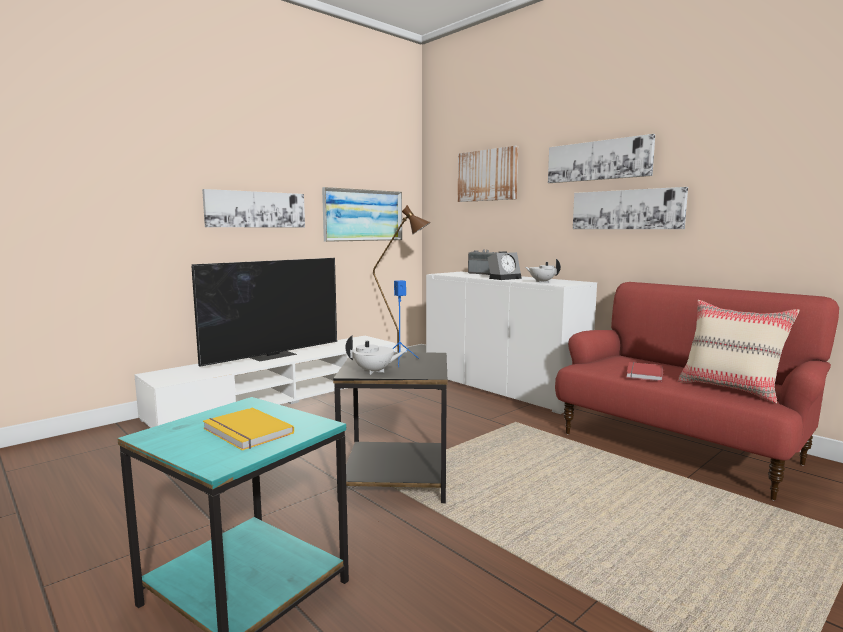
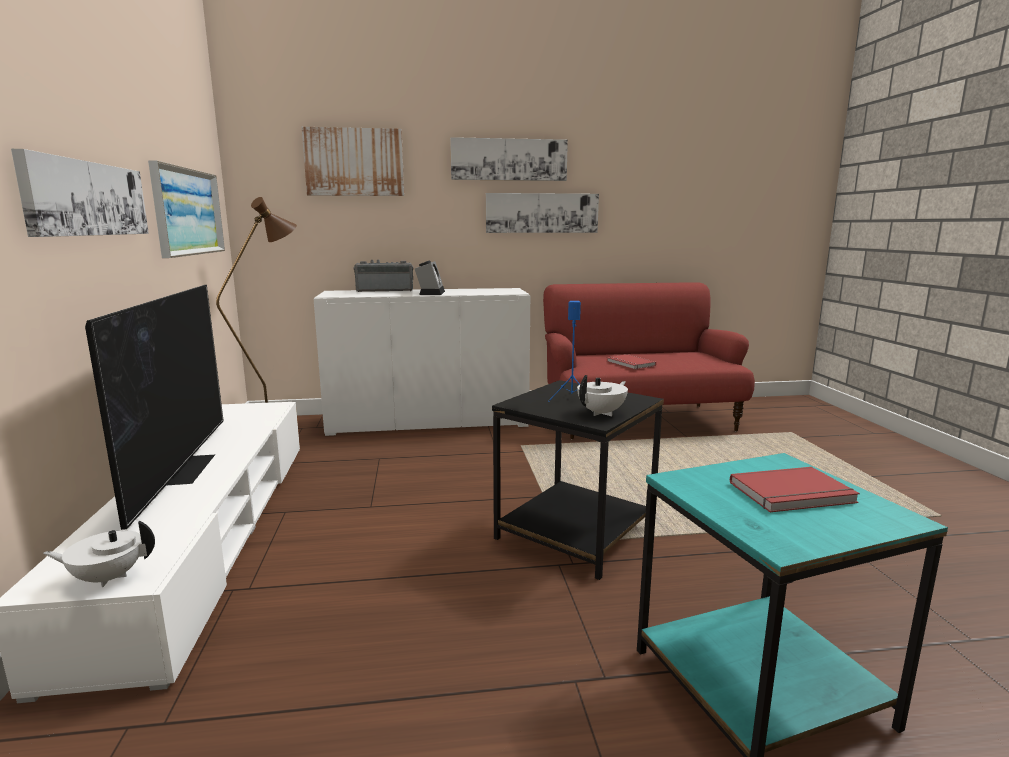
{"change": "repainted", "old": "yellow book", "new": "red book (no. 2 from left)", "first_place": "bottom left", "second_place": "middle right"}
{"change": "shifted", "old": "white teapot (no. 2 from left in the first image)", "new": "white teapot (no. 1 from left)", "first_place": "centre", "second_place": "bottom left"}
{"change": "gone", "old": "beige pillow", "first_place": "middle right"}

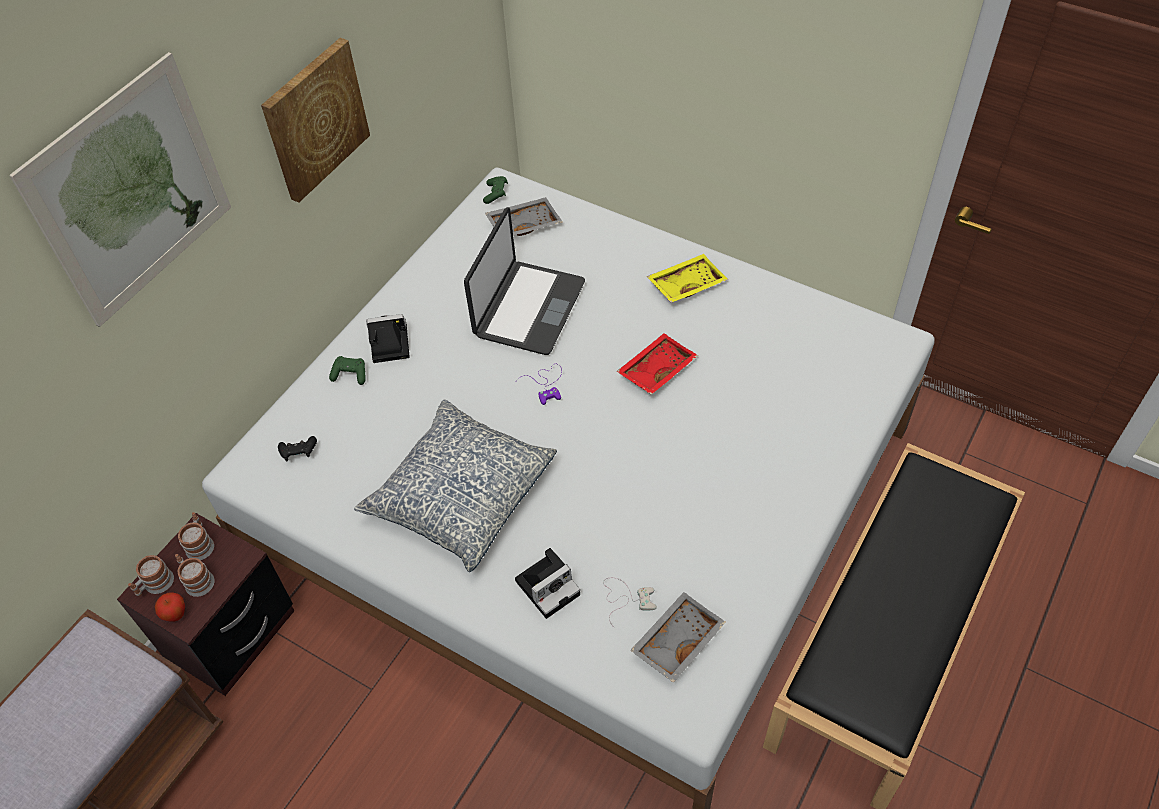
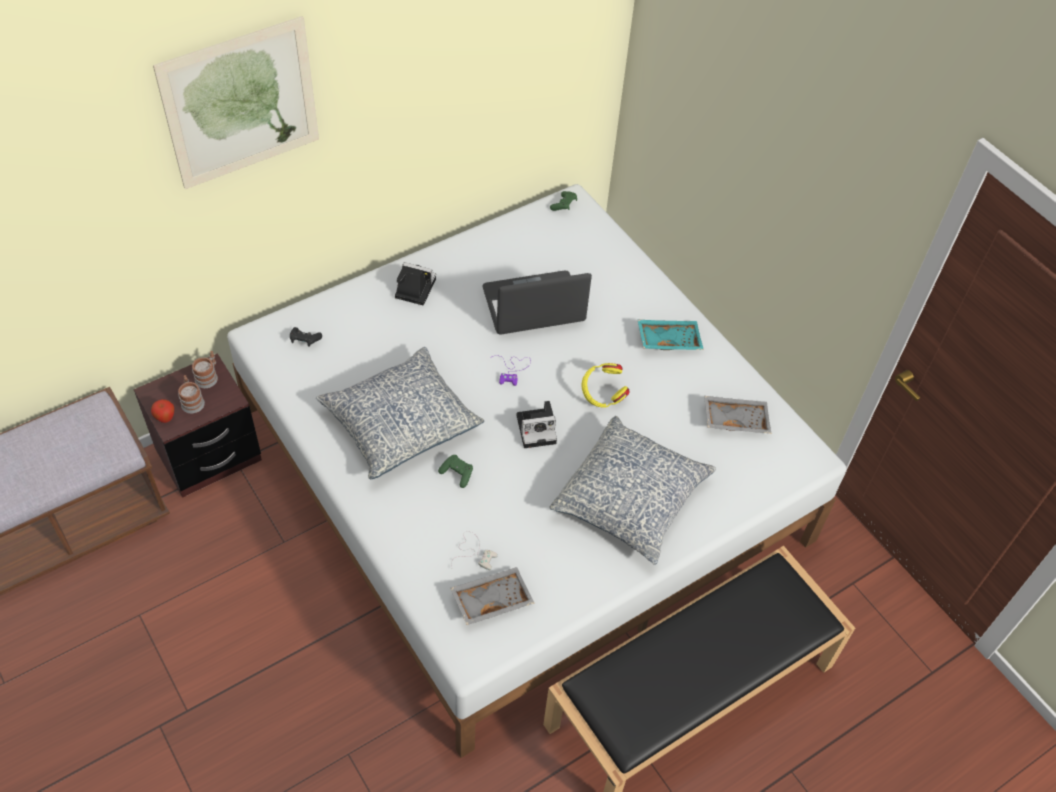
{"change": "gone", "old": "mug (no. 1 from left)", "first_place": "bottom left"}
{"change": "gone", "old": "picture (no. 2 from left)", "first_place": "top left"}
{"change": "shifted", "old": "green game controller (no. 1 from left)", "first_place": "middle left", "second_place": "centre"}
{"change": "rotated", "old": "laptop", "first_place": "centre", "second_place": "centre", "degrees": -150}
{"change": "shifted", "old": "grey tray (no. 1 from left in the first image)", "new": "grey tray (no. 2 from left)", "first_place": "top centre", "second_place": "middle right"}
{"change": "shifted", "old": "photo camera (no. 2 from left)", "first_place": "bottom centre", "second_place": "centre"}
{"change": "swapped", "old": "red tray", "new": "yellow headphones", "first_place": "centre", "second_place": "centre"}
{"change": "repainted", "old": "yellow tray", "new": "turquoise tray", "first_place": "centre", "second_place": "centre"}
{"change": "new", "new": "pillow (no. 2 from left)", "second_place": "centre"}

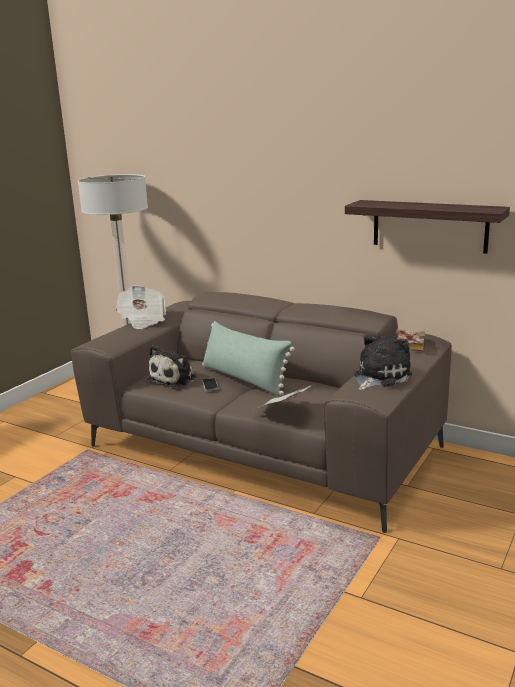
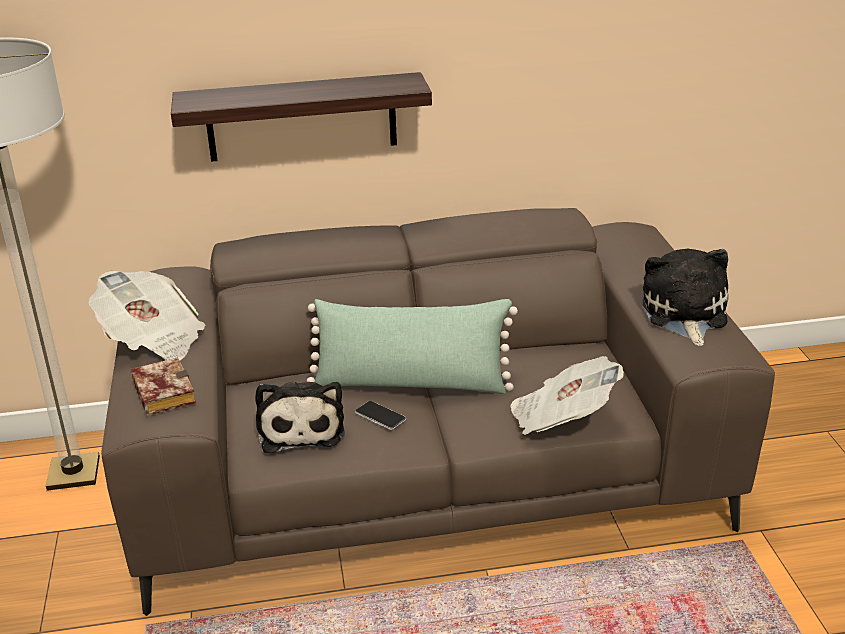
{"change": "shifted", "old": "shelf", "first_place": "top right", "second_place": "top centre"}
{"change": "shifted", "old": "book", "first_place": "middle right", "second_place": "middle left"}

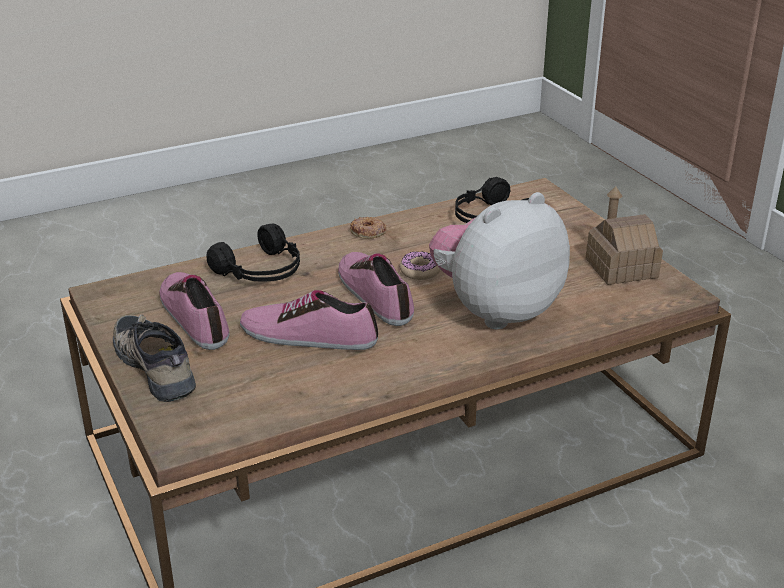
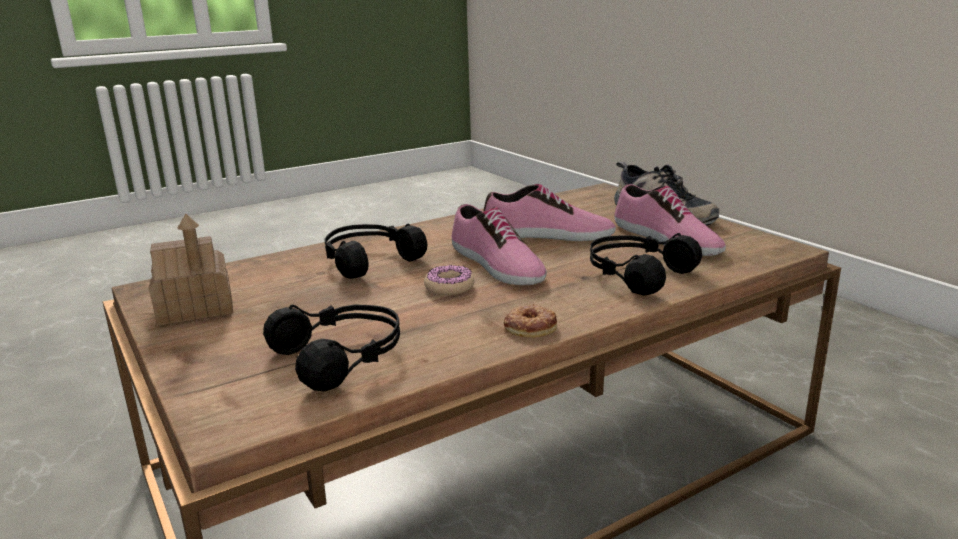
{"change": "swapped", "old": "plush toy", "new": "black headphones (no. 2 from left)", "first_place": "centre", "second_place": "centre"}

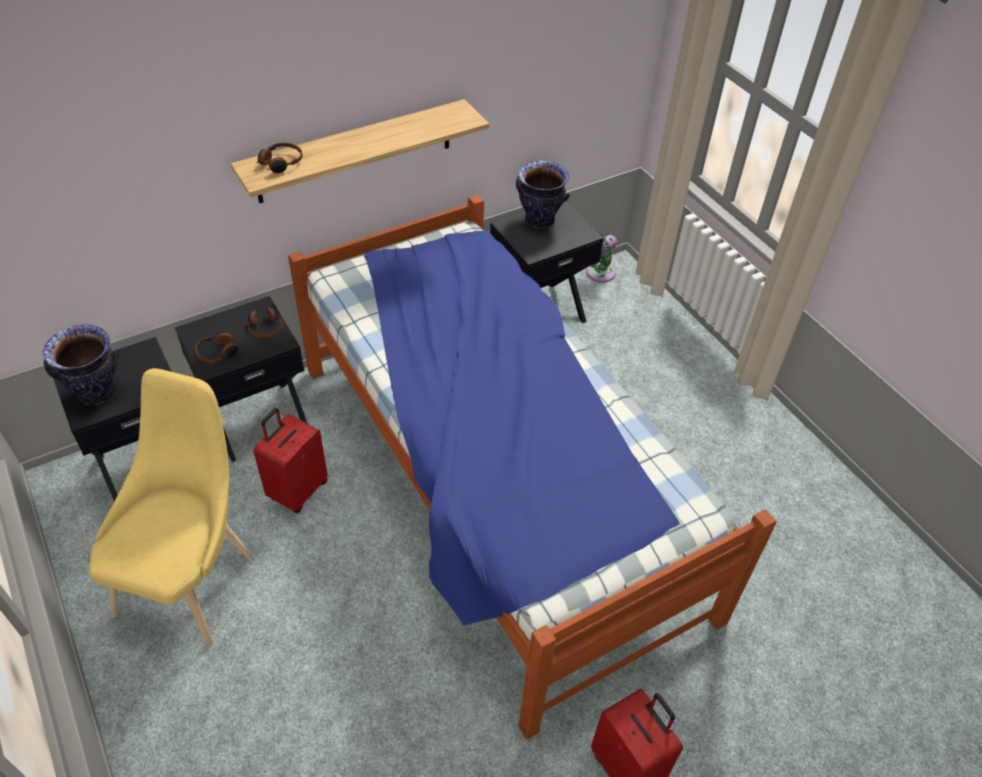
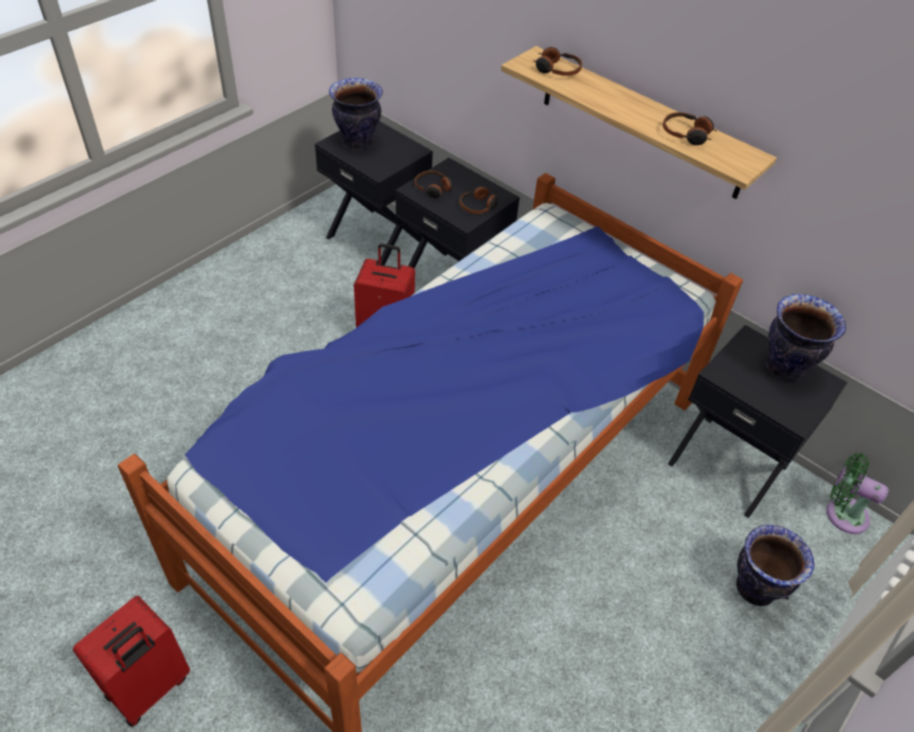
{"change": "gone", "old": "yellow chair", "first_place": "middle left"}
{"change": "new", "new": "headphones (no. 4 from left)", "second_place": "top right"}
{"change": "new", "new": "vase (no. 2 from left)", "second_place": "bottom right"}

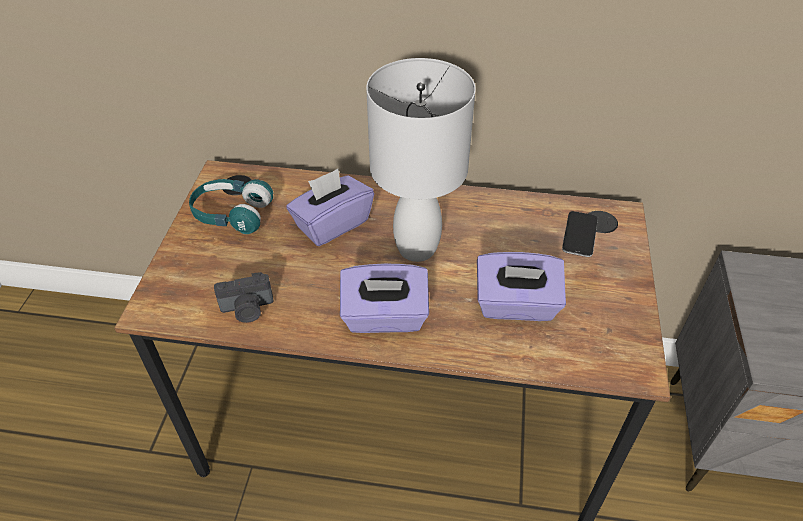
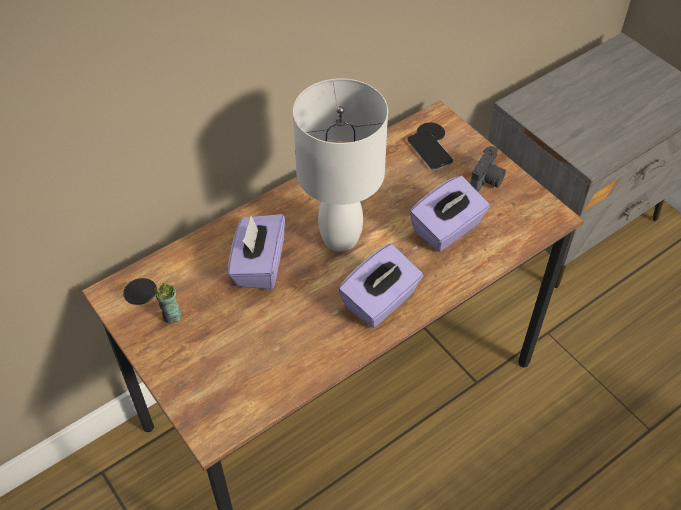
{"change": "swapped", "old": "turquoise headphones", "new": "cup", "first_place": "middle left", "second_place": "middle left"}
{"change": "shifted", "old": "photo camera", "first_place": "middle left", "second_place": "top right"}

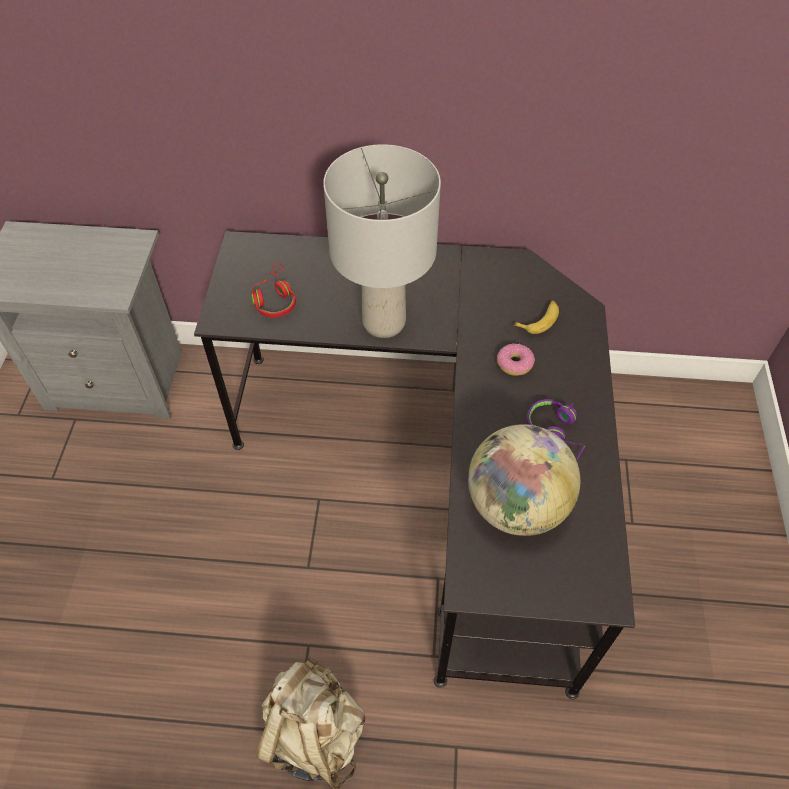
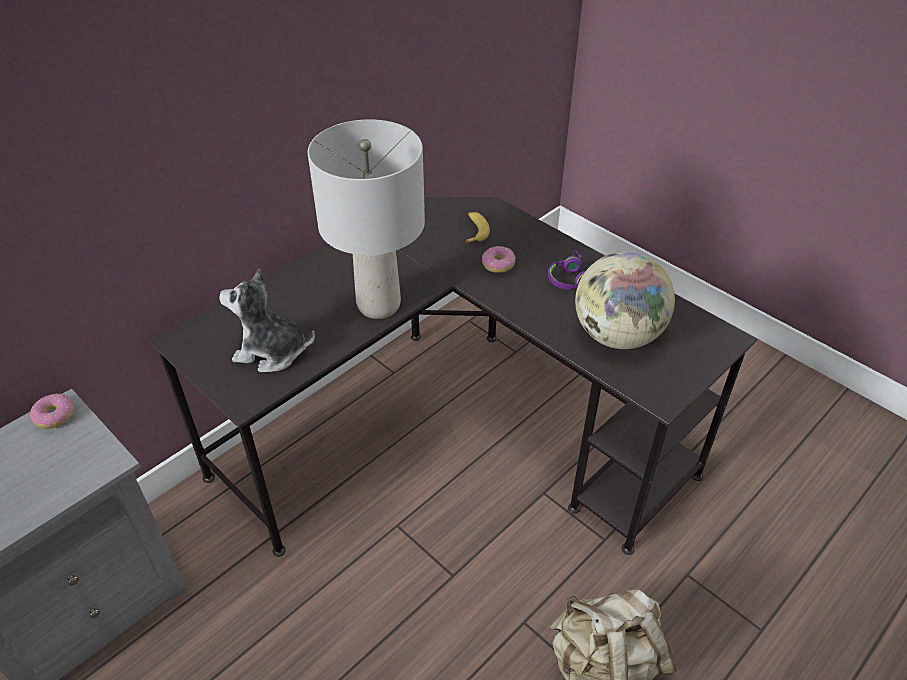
{"change": "swapped", "old": "red headphones", "new": "plush toy", "first_place": "centre", "second_place": "middle left"}
{"change": "new", "new": "donut (no. 1 from left)", "second_place": "middle left"}

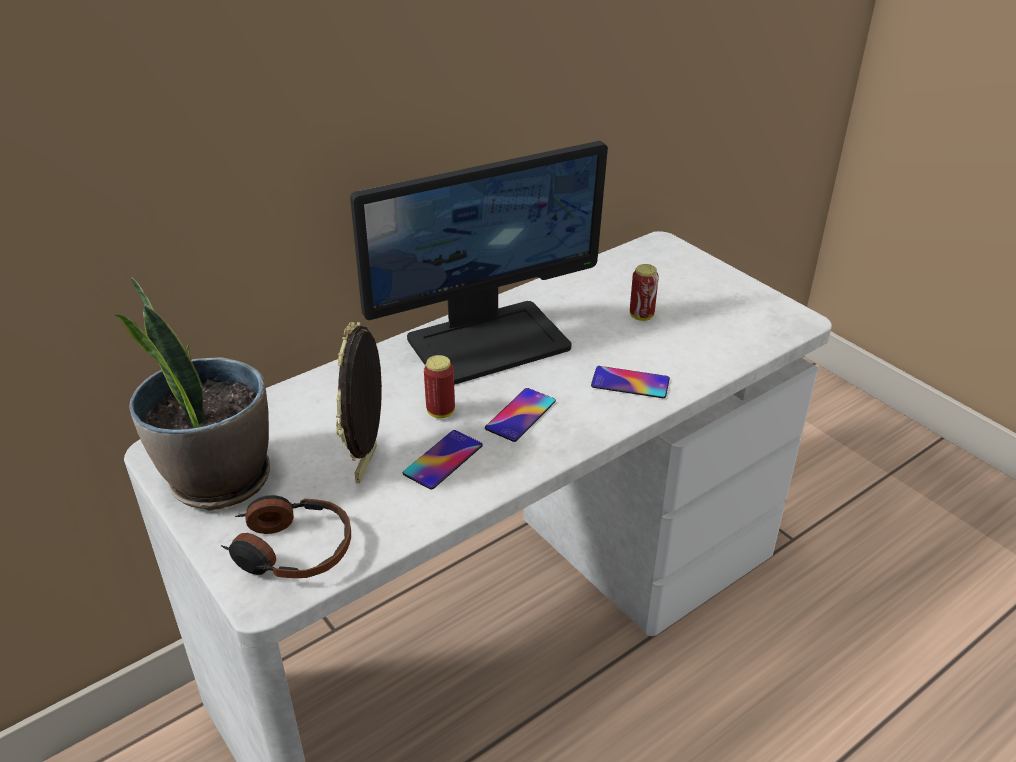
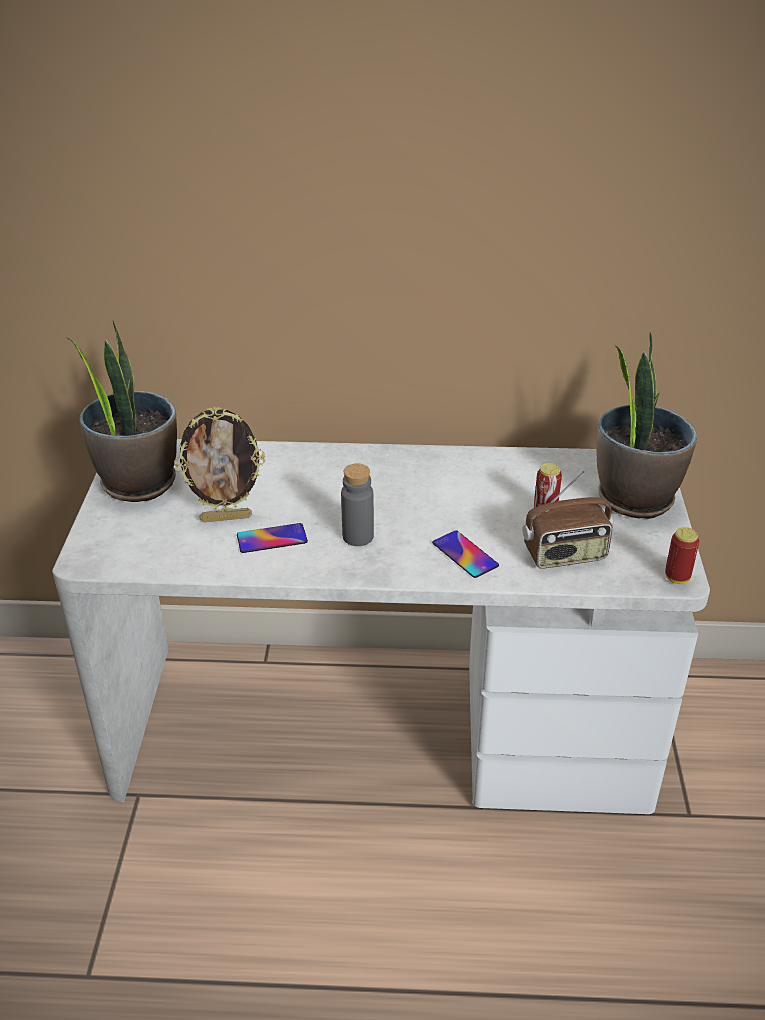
{"change": "gone", "old": "headphones", "first_place": "bottom left"}
{"change": "rotated", "old": "picture frame", "first_place": "centre", "second_place": "middle left", "degrees": -150}
{"change": "gone", "old": "monitor", "first_place": "centre"}
{"change": "shifted", "old": "can (no. 1 from left in the first image)", "new": "can (no. 2 from left)", "first_place": "centre", "second_place": "middle right"}
{"change": "swapped", "old": "phone (no. 2 from left)", "new": "grey bottle", "first_place": "centre", "second_place": "centre"}
{"change": "new", "new": "radio", "second_place": "middle right"}
{"change": "new", "new": "potted plant (no. 2 from left)", "second_place": "middle right"}

